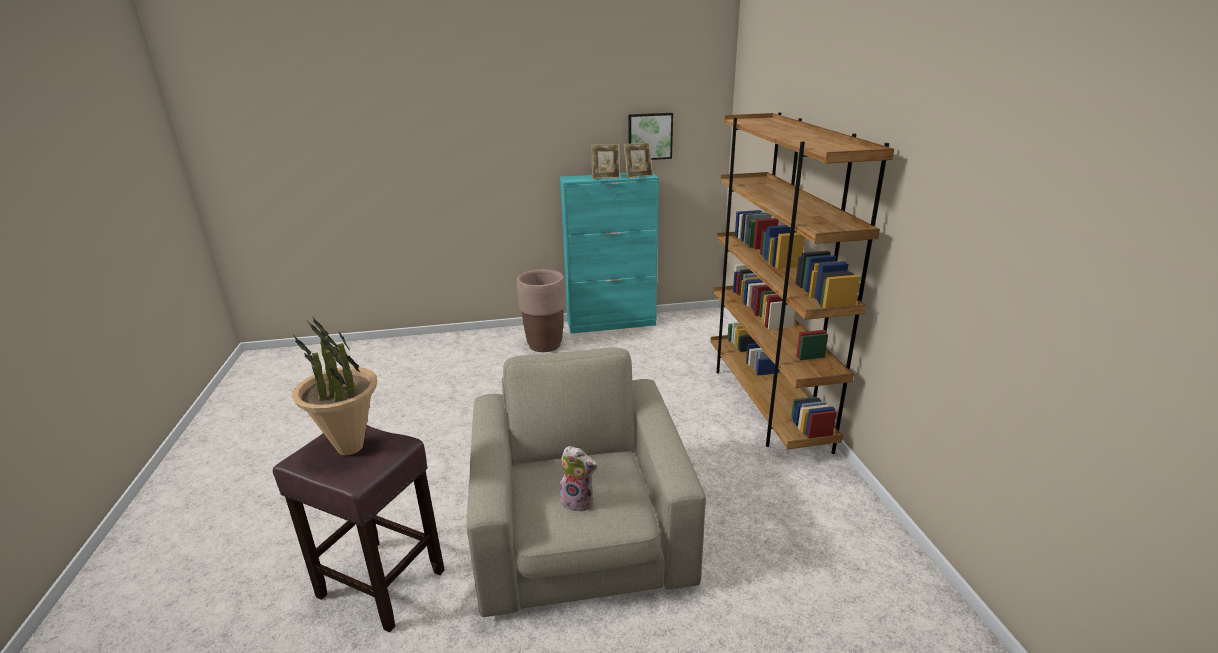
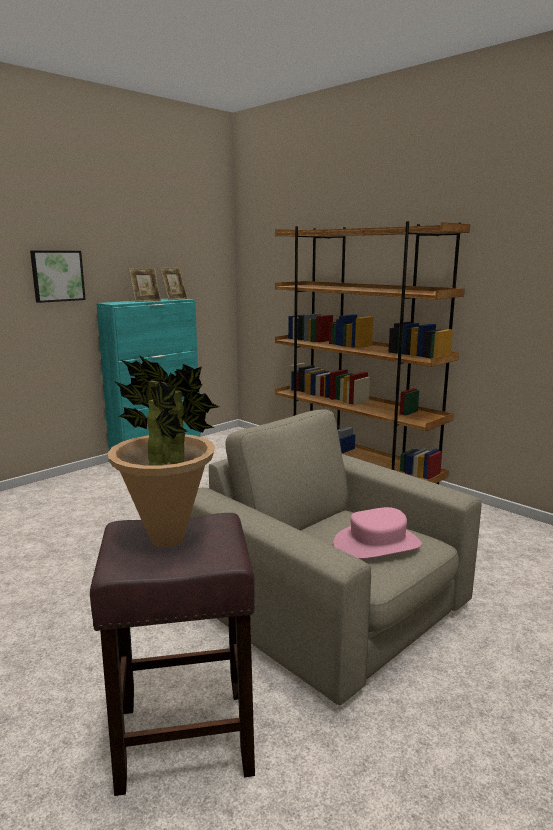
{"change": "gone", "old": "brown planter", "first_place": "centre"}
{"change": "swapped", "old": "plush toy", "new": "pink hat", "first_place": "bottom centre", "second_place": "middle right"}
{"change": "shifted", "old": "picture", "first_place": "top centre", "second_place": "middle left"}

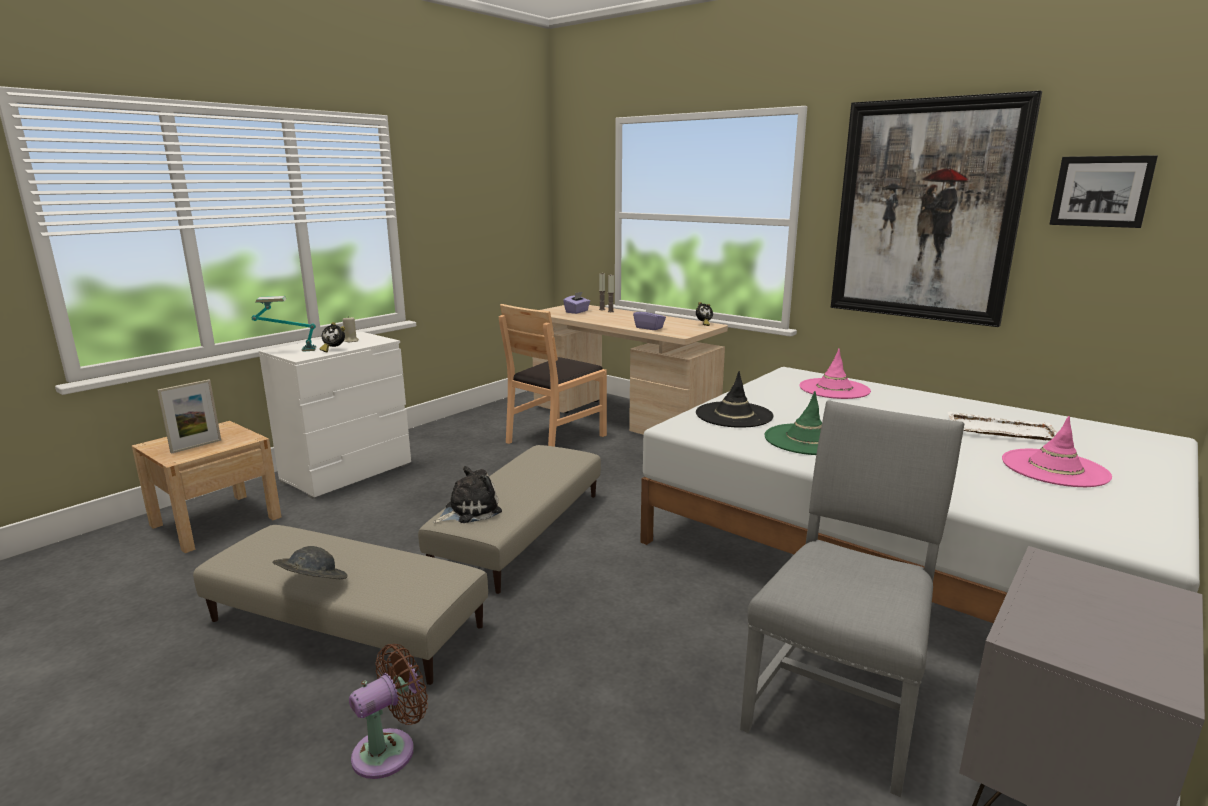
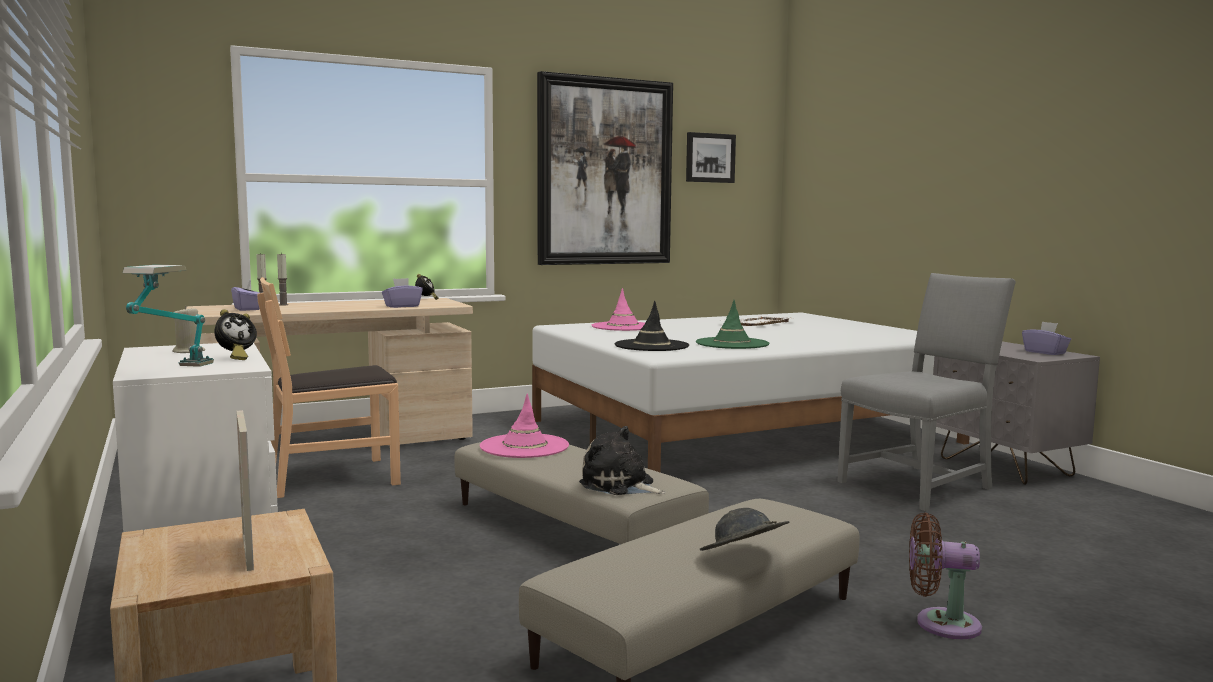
{"change": "rotated", "old": "brown fan", "first_place": "bottom left", "second_place": "bottom right", "degrees": -60}
{"change": "rotated", "old": "plush toy", "first_place": "centre", "second_place": "bottom centre", "degrees": -45}
{"change": "rotated", "old": "brown chair", "first_place": "centre", "second_place": "middle left", "degrees": 90}
{"change": "rotated", "old": "grey chair", "first_place": "bottom right", "second_place": "middle right", "degrees": 90}
{"change": "shifted", "old": "pink hat (no. 2 from left in the first image)", "new": "pink hat (no. 1 from left)", "first_place": "middle right", "second_place": "centre"}
{"change": "new", "new": "purple tissue box (no. 3 from left)", "second_place": "middle right"}

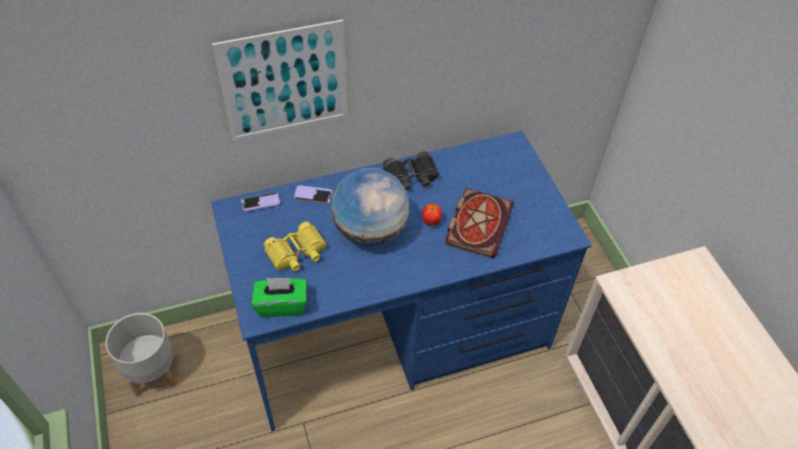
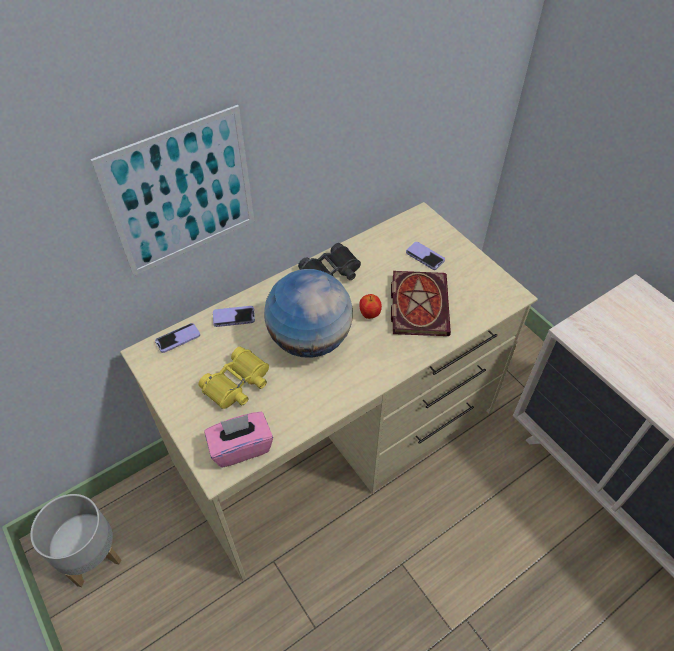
{"change": "repainted", "old": "blue desk", "new": "beige desk", "first_place": "centre", "second_place": "centre"}
{"change": "repainted", "old": "green tissue box", "new": "pink tissue box", "first_place": "centre", "second_place": "bottom centre"}
{"change": "new", "new": "phone (no. 3 from left)", "second_place": "centre"}

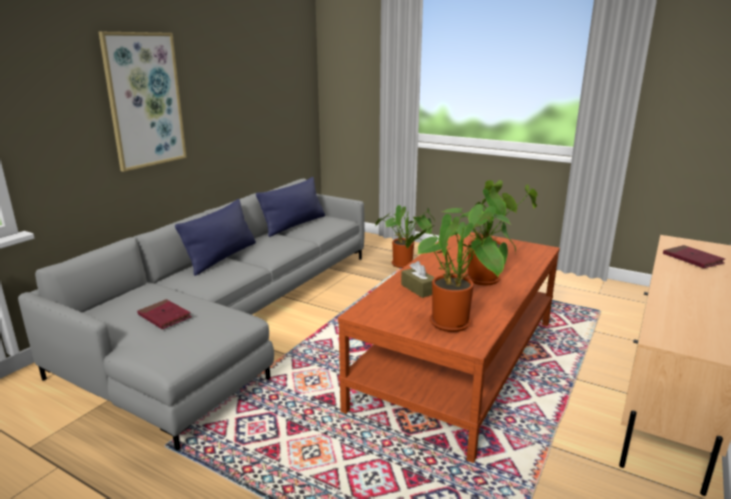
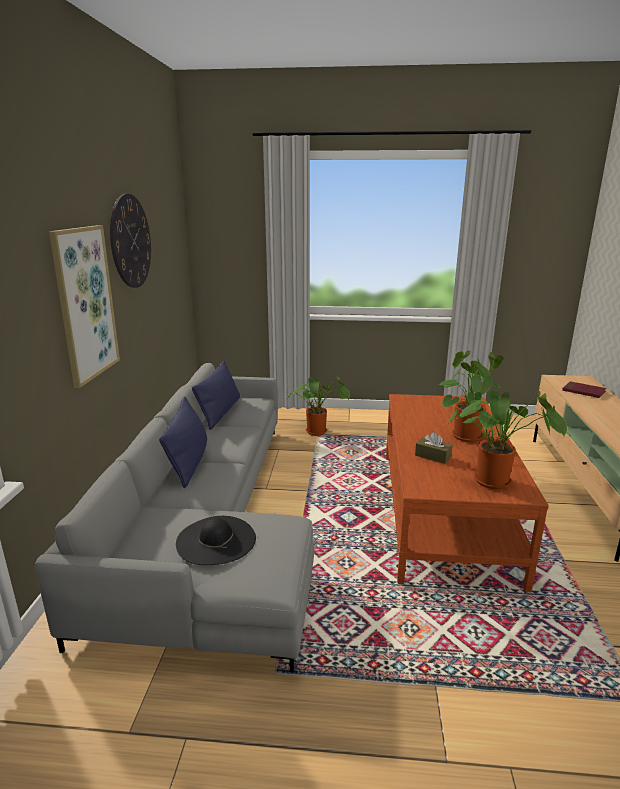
{"change": "swapped", "old": "red book (no. 1 from left)", "new": "black hat", "first_place": "middle left", "second_place": "bottom centre"}
{"change": "new", "new": "wall clock", "second_place": "top left"}

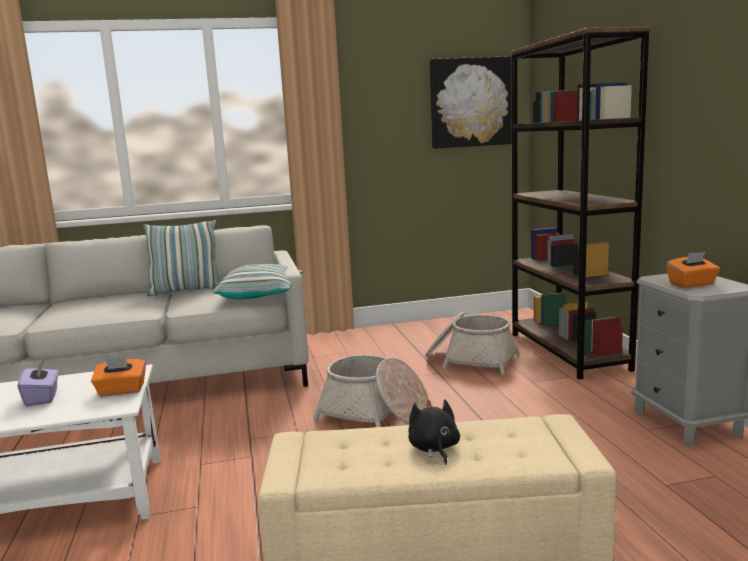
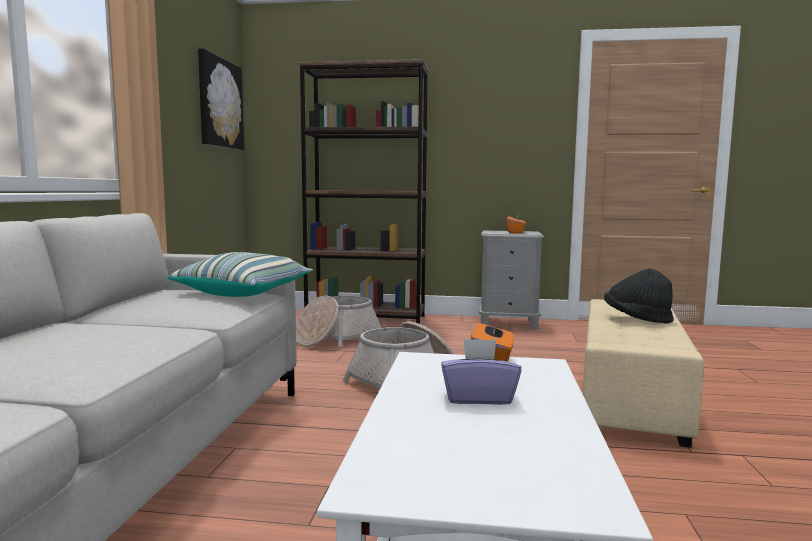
{"change": "gone", "old": "pillow (no. 1 from left)", "first_place": "middle left"}
{"change": "swapped", "old": "black plush toy", "new": "black hat", "first_place": "bottom centre", "second_place": "middle right"}

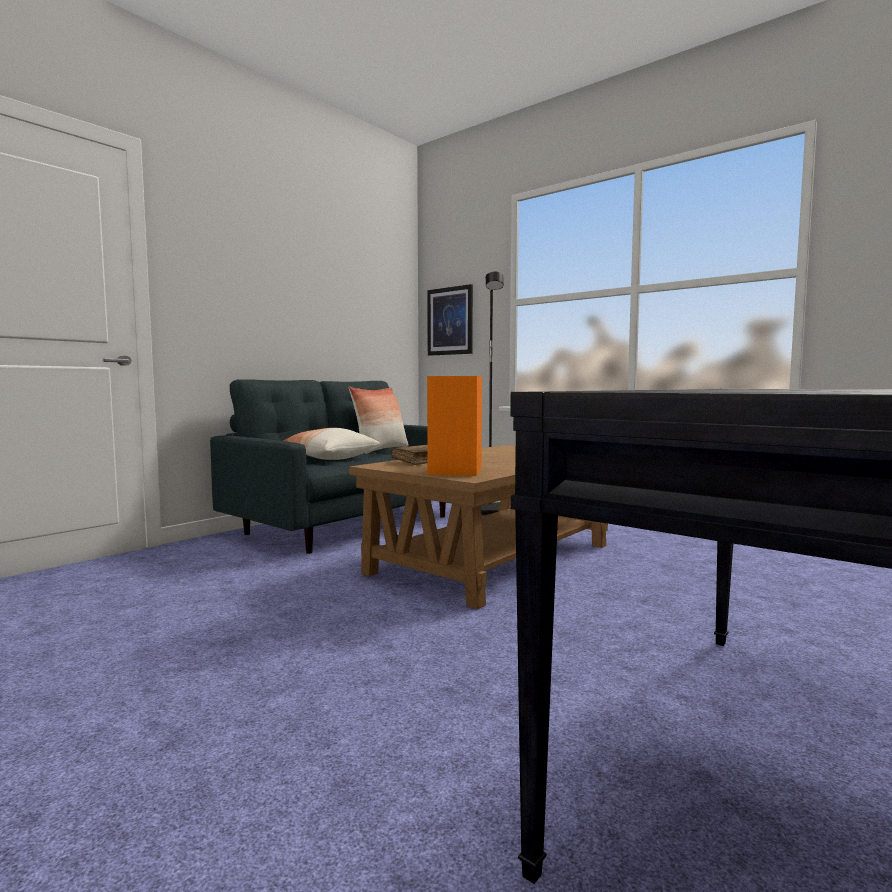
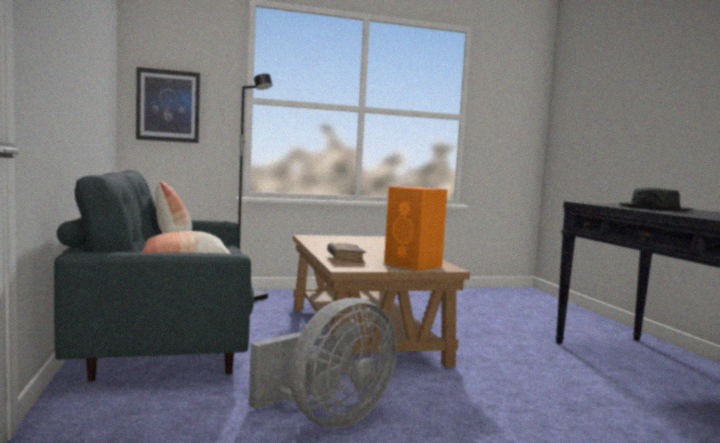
{"change": "new", "new": "grey fan", "second_place": "bottom centre"}
{"change": "new", "new": "black hat", "second_place": "middle right"}

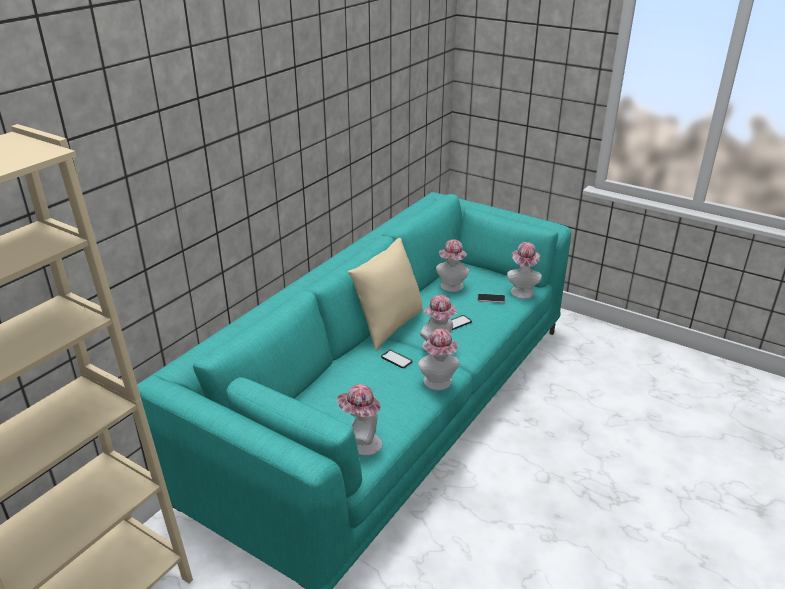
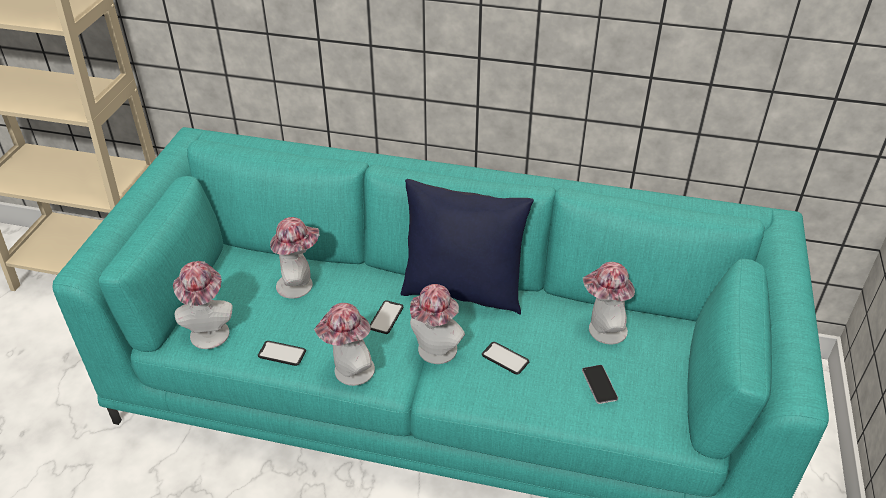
{"change": "repainted", "old": "beige pillow", "new": "blue pillow", "first_place": "centre", "second_place": "centre"}
{"change": "shifted", "old": "hat (no. 5 from left in the first image)", "new": "hat (no. 2 from left)", "first_place": "middle right", "second_place": "middle left"}
{"change": "new", "new": "phone (no. 1 from left)", "second_place": "bottom left"}

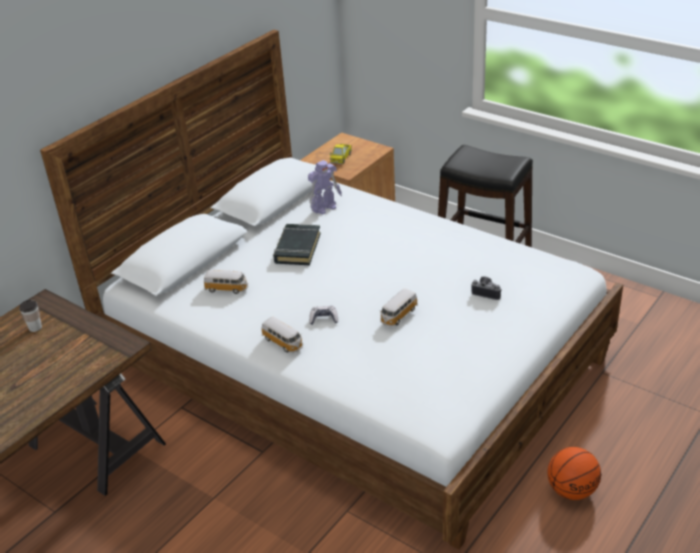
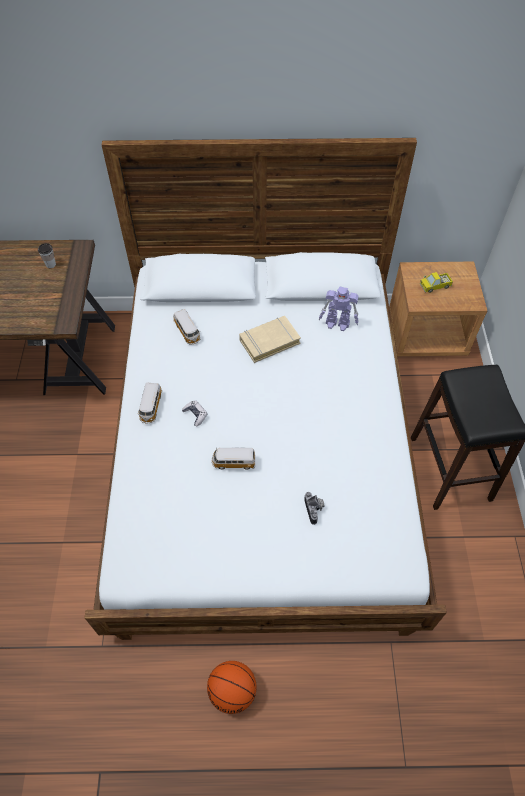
{"change": "repainted", "old": "black book", "new": "beige book", "first_place": "centre", "second_place": "centre"}

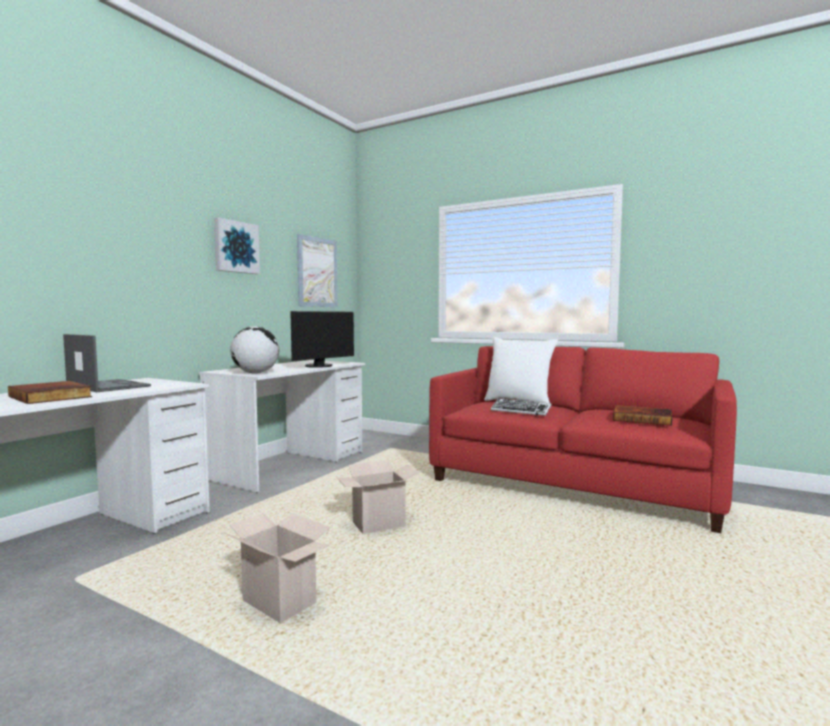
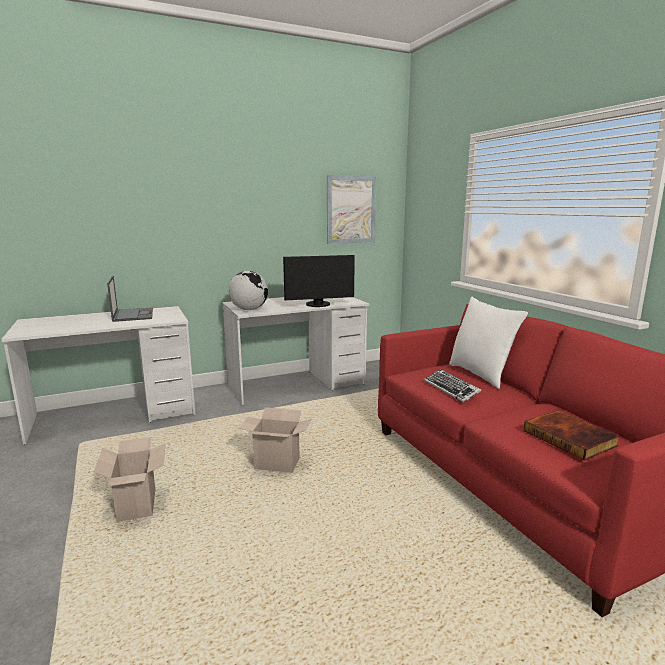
{"change": "gone", "old": "book (no. 1 from left)", "first_place": "middle left"}
{"change": "gone", "old": "picture (no. 1 from left)", "first_place": "middle left"}

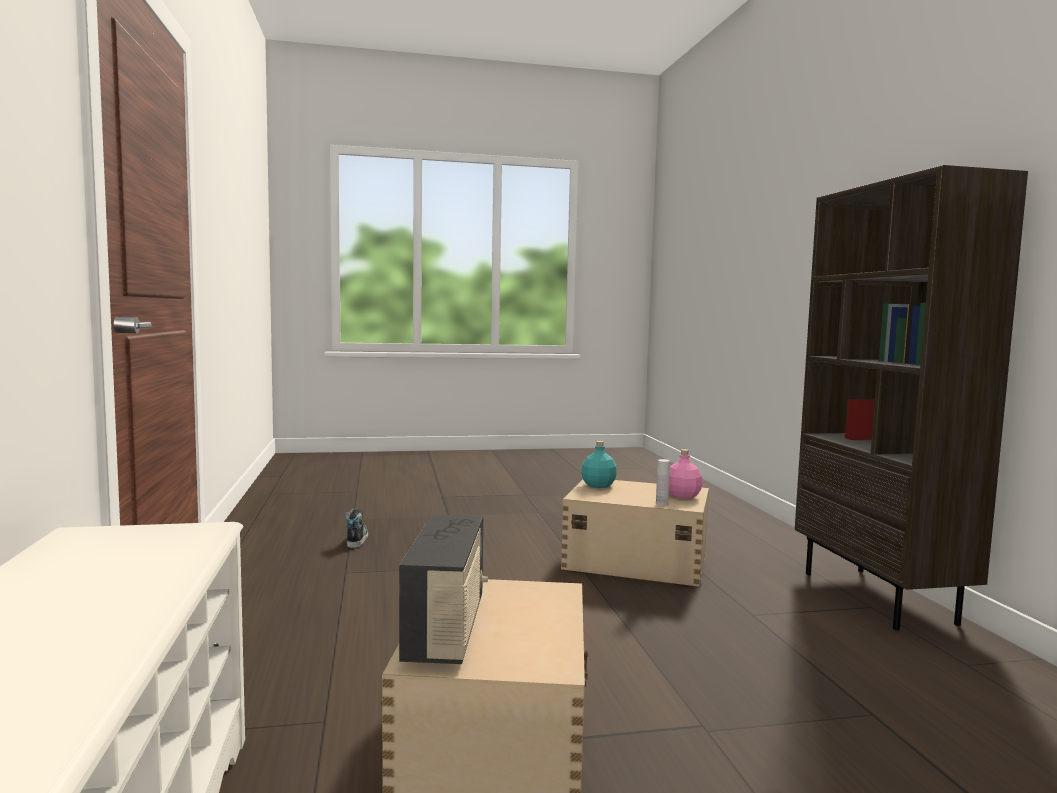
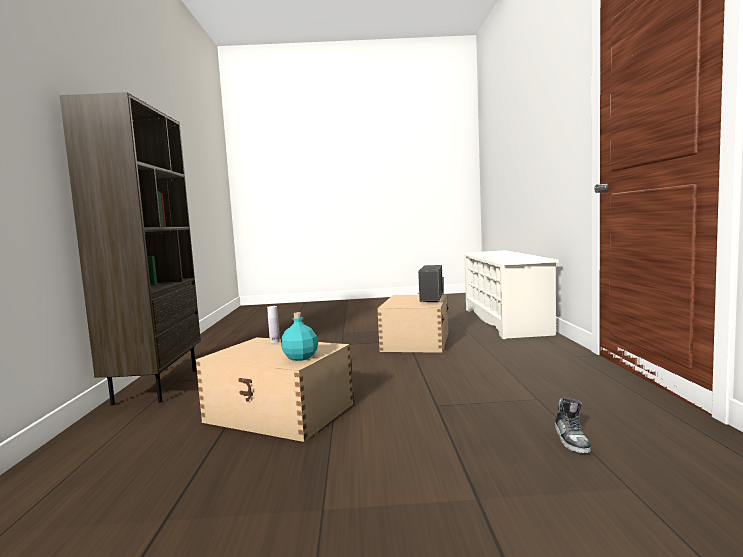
{"change": "gone", "old": "pink bottle", "first_place": "centre"}

